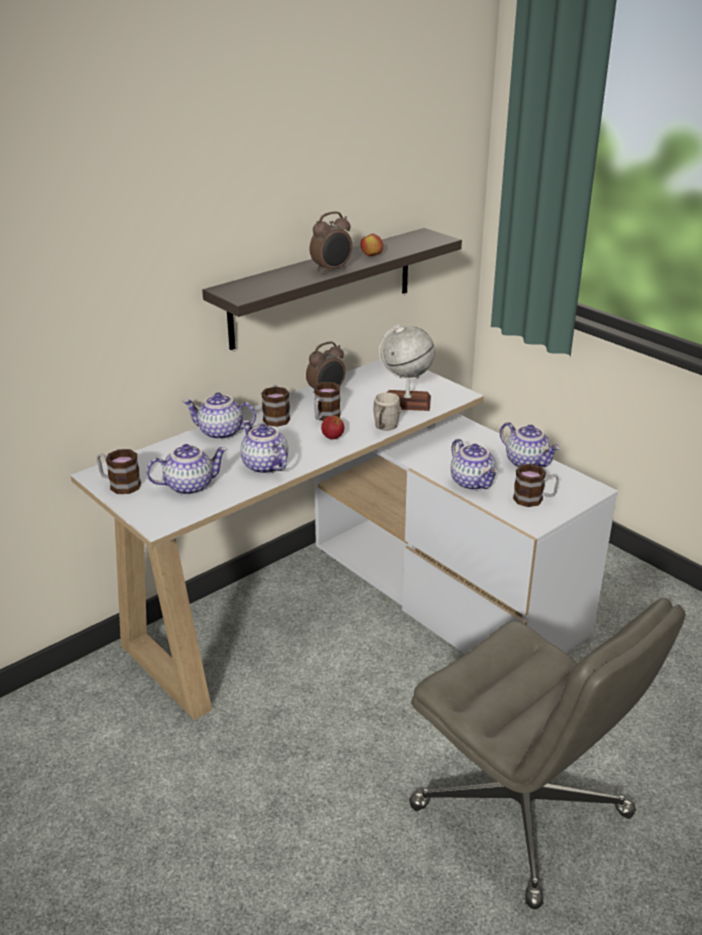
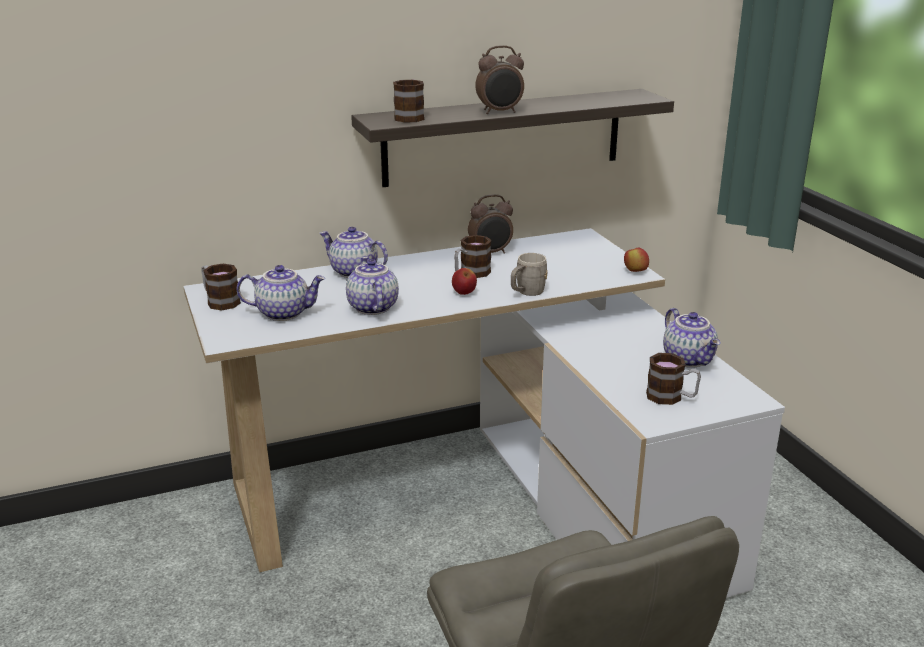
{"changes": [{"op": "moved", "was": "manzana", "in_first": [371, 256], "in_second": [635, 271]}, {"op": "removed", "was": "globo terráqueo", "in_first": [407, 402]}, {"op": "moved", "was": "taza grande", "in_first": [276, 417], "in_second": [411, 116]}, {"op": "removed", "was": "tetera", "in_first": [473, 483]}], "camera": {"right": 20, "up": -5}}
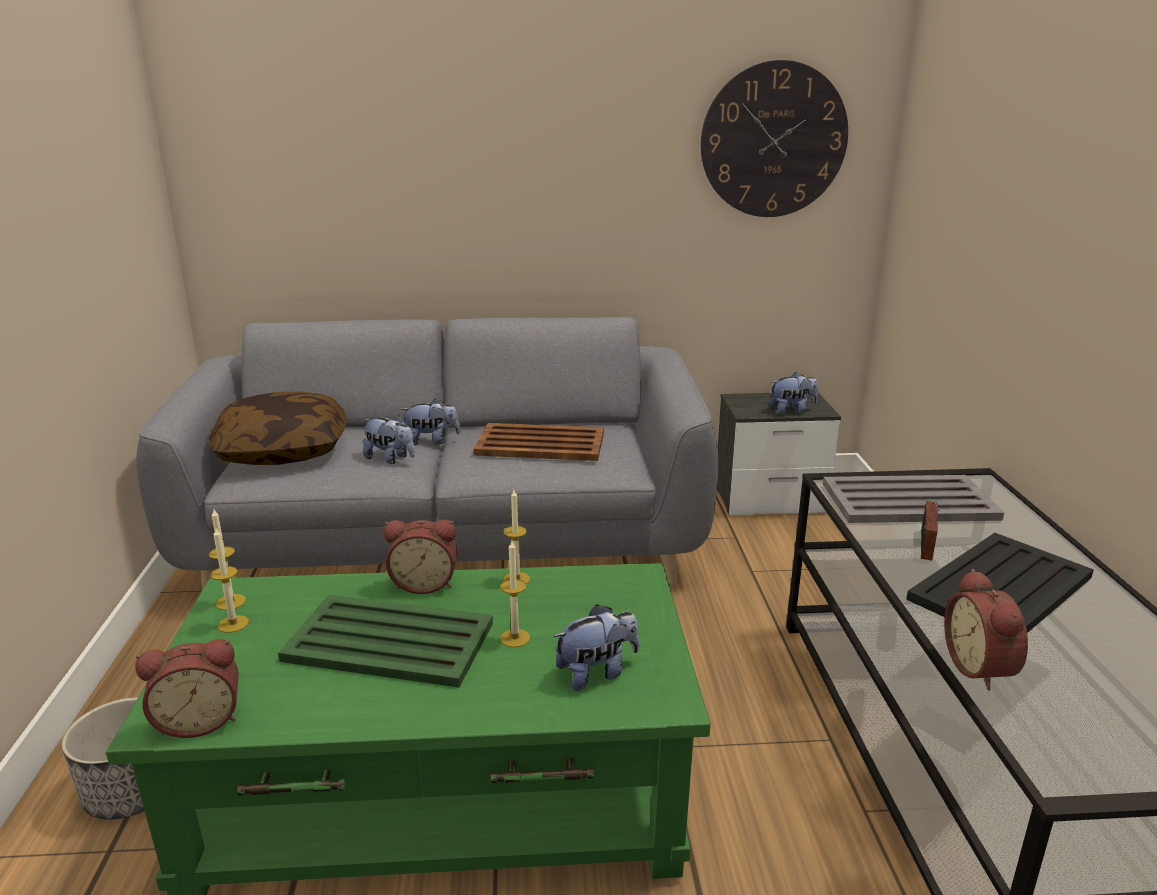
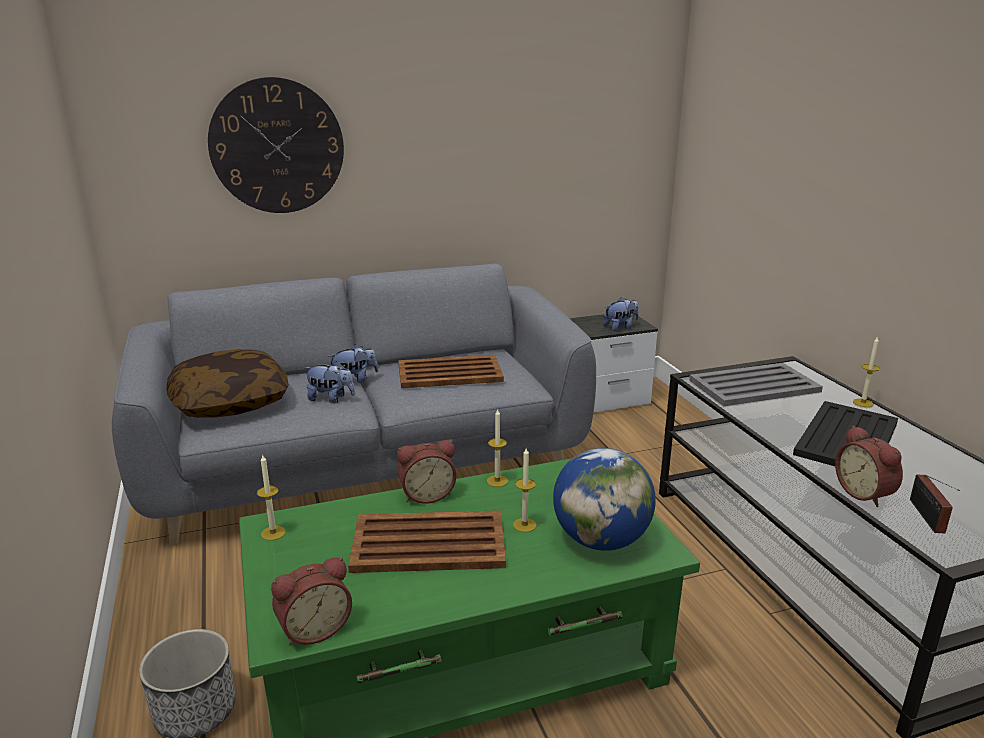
{"changes": [{"op": "moved", "was": "reloj de pared", "in_first": [773, 140], "in_second": [277, 146]}, {"op": "moved", "was": "radio", "in_first": [925, 546], "in_second": [927, 518]}, {"op": "moved", "was": "vela", "in_first": [233, 624], "in_second": [863, 403]}, {"op": "recoloured", "was": "bandeja (verde)", "now": "bandeja (marrón)", "in_first": [388, 641], "in_second": [427, 543]}, {"op": "replaced", "was": "peluche", "now": "globo terráqueo", "in_first": [597, 672], "in_second": [600, 540]}], "camera": {"right": -15, "up": 0}}
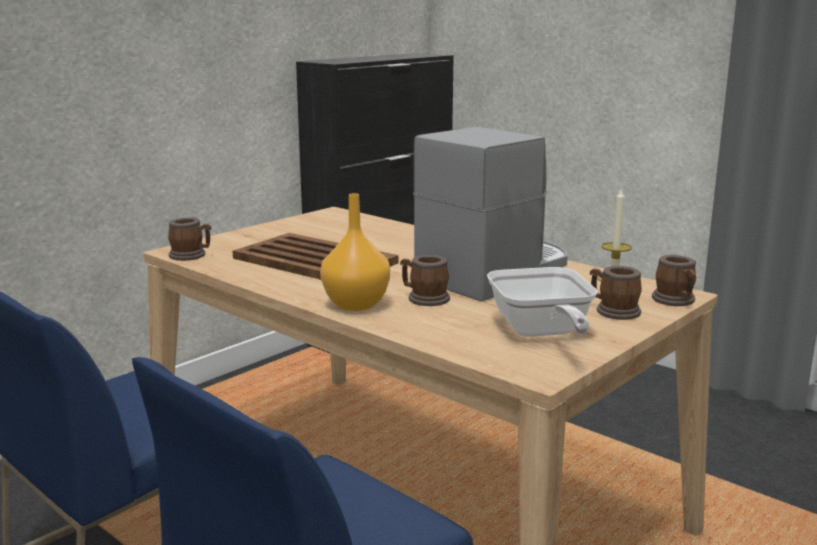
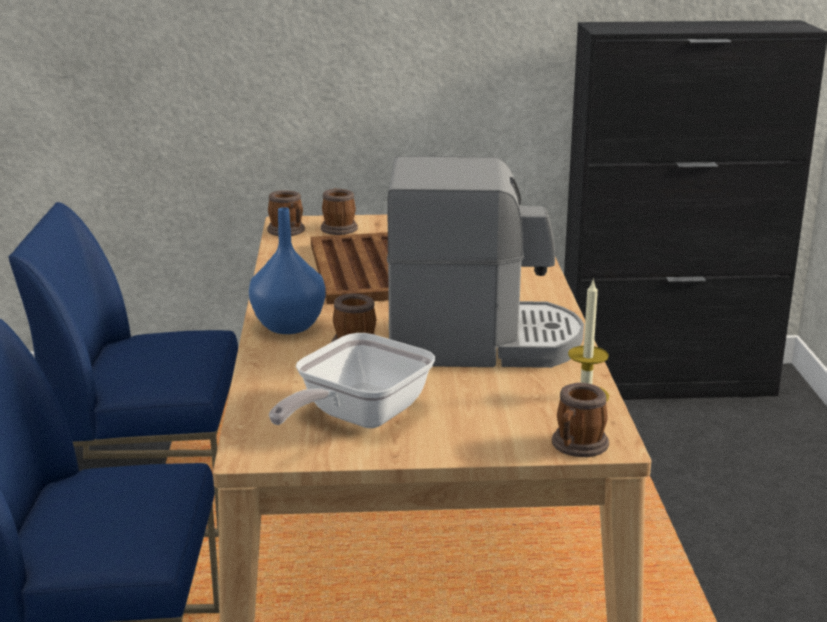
{"changes": [{"op": "recoloured", "was": "florero (naranja)", "now": "florero (azul)", "in_first": [354, 304], "in_second": [287, 326]}, {"op": "moved", "was": "taza grande", "in_first": [613, 311], "in_second": [338, 227]}], "camera": {"right": 45, "up": 5}}
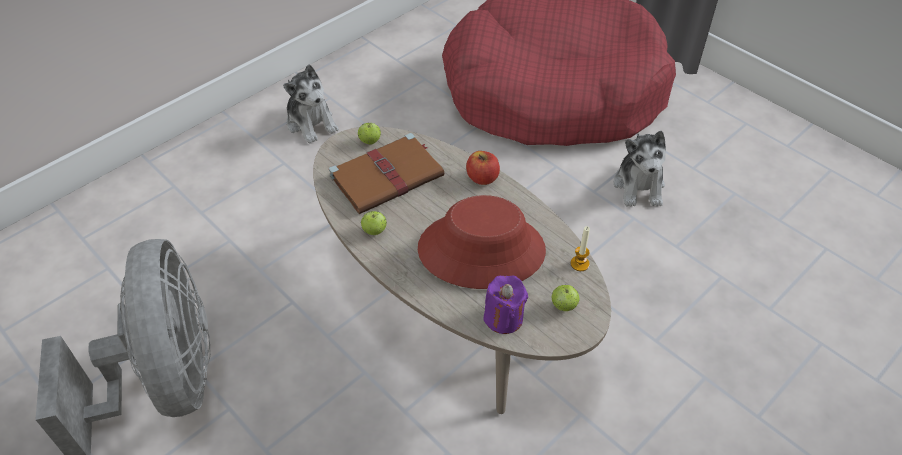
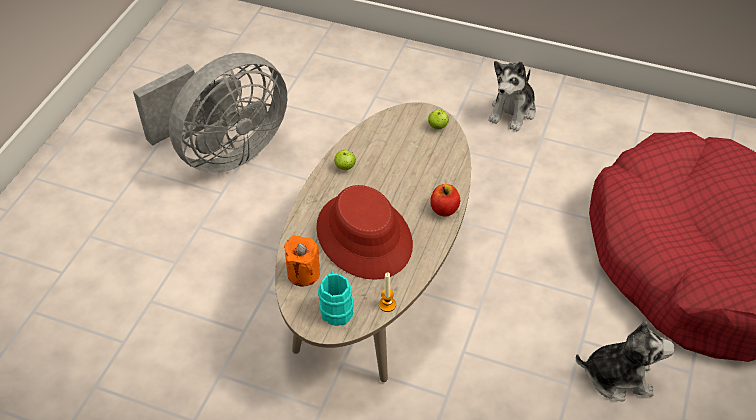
{"changes": [{"op": "turned", "was": "peluche", "in_first": [639, 186], "in_second": [618, 376], "clockwise": -150}, {"op": "removed", "was": "libro (marrón)", "in_first": [388, 176]}, {"op": "recoloured", "was": "vela (morado)", "now": "vela (naranja)", "in_first": [503, 318], "in_second": [303, 273]}, {"op": "replaced", "was": "manzana", "now": "taza grande (turquesa)", "in_first": [563, 306], "in_second": [336, 307]}], "camera": {"right": 65, "up": 0}}
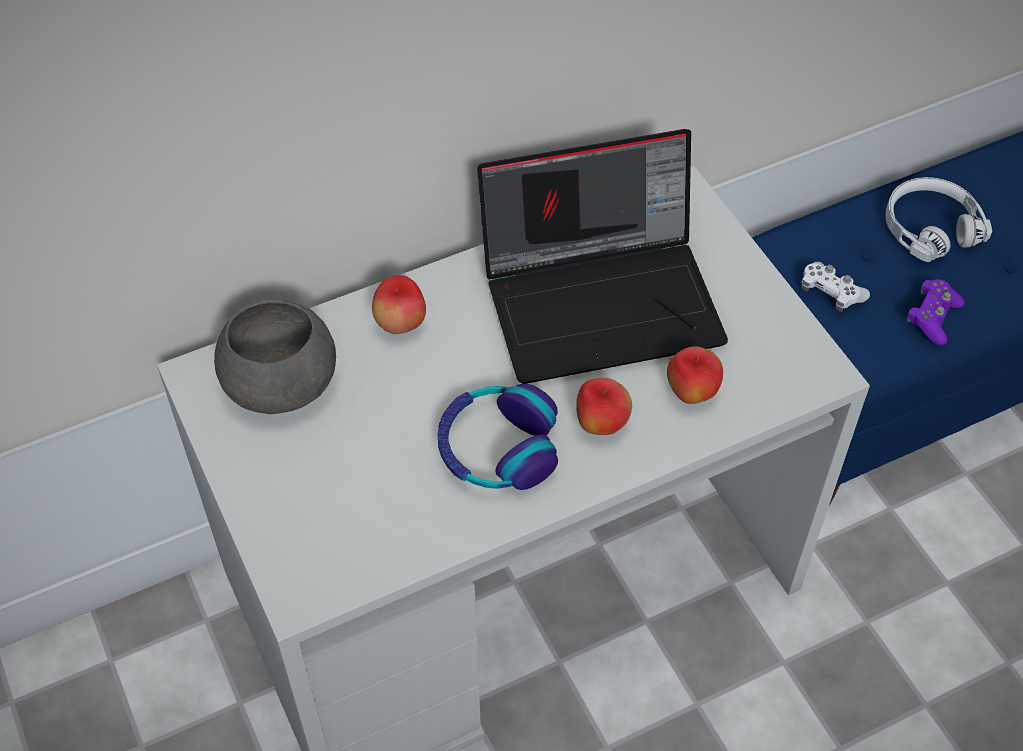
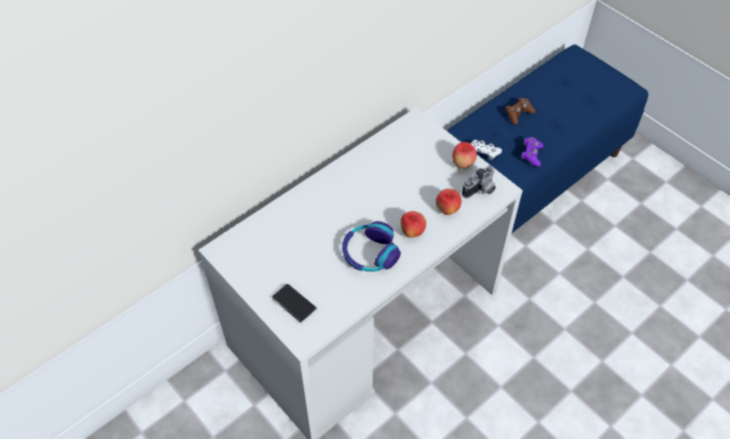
{"changes": [{"op": "removed", "was": "portátil", "in_first": [603, 299]}, {"op": "replaced", "was": "auriculares (blanco)", "now": "mando de consola (marrón)", "in_first": [929, 227], "in_second": [518, 114]}, {"op": "moved", "was": "manzana", "in_first": [400, 324], "in_second": [463, 164]}, {"op": "removed", "was": "cuenco (gris)", "in_first": [283, 382]}, {"op": "added", "now": "cámara", "in_second": [481, 191]}, {"op": "added", "now": "móvil", "in_second": [294, 304]}], "camera": {"right": -15, "up": 0}}
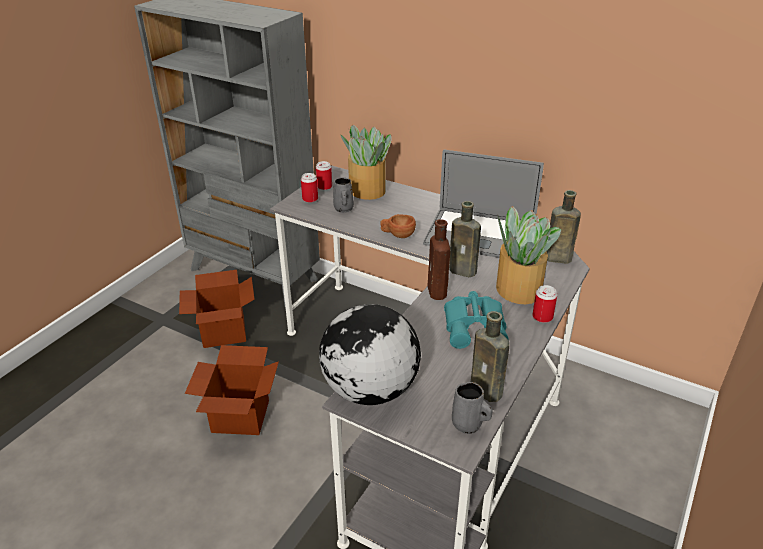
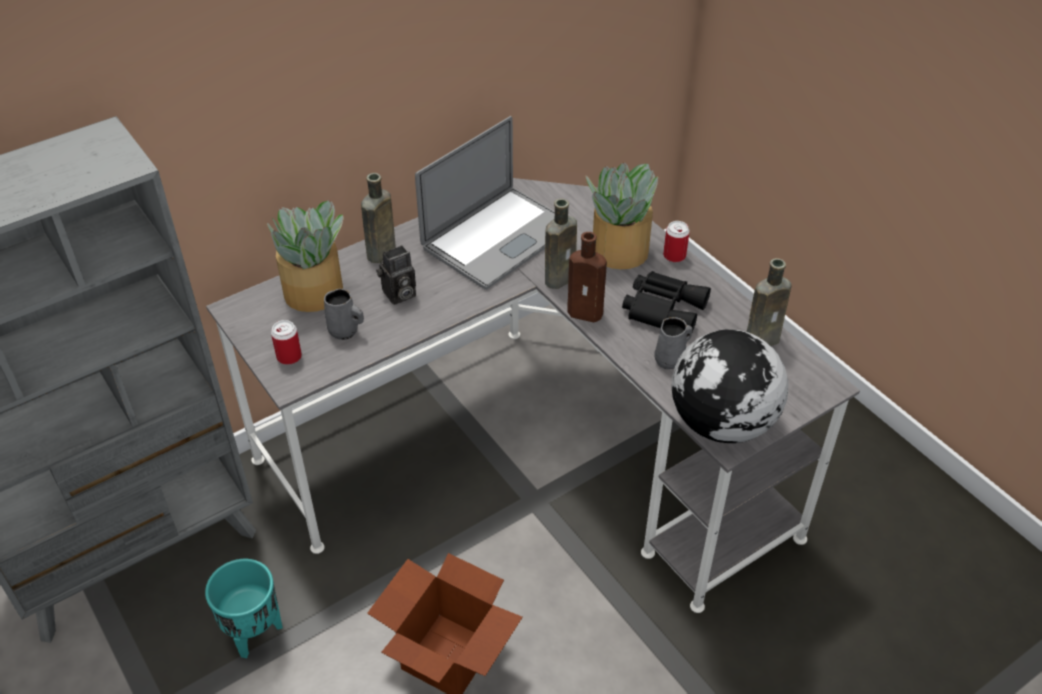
{"changes": [{"op": "removed", "was": "lata", "in_first": [324, 187]}, {"op": "moved", "was": "botella (marrón)", "in_first": [555, 258], "in_second": [380, 254]}, {"op": "removed", "was": "taza (marrón)", "in_first": [397, 235]}, {"op": "replaced", "was": "caja de cartón", "now": "maceta (turquesa)", "in_first": [224, 332], "in_second": [254, 632]}, {"op": "recoloured", "was": "prismáticos (turquesa)", "now": "prismáticos (negro)", "in_first": [476, 326], "in_second": [663, 308]}, {"op": "moved", "was": "taza grande (gris)", "in_first": [468, 425], "in_second": [670, 359]}, {"op": "added", "now": "cámara", "in_second": [398, 295]}], "camera": {"right": -65, "up": 10}}
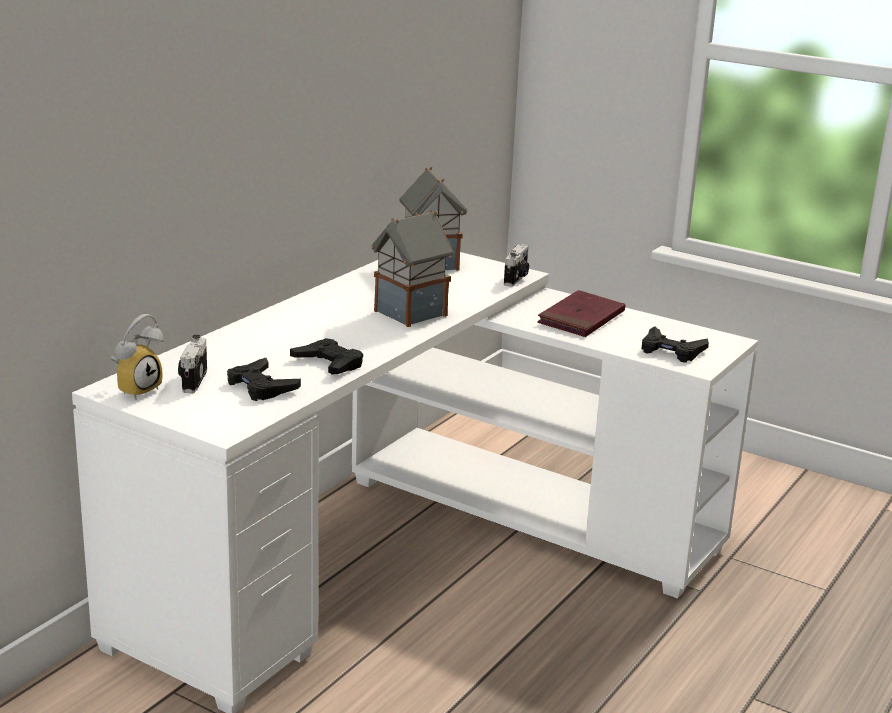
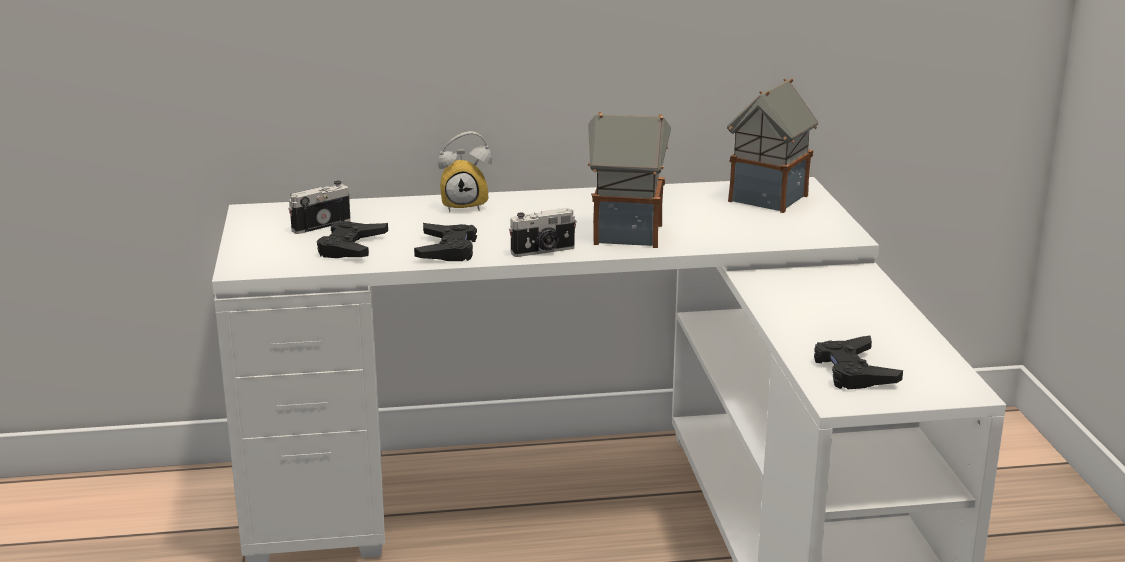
{"changes": [{"op": "moved", "was": "cámara", "in_first": [516, 279], "in_second": [543, 251]}, {"op": "removed", "was": "libro (rojo)", "in_first": [581, 318]}, {"op": "moved", "was": "despertador", "in_first": [136, 389], "in_second": [466, 205]}], "camera": {"right": 50, "up": 0}}
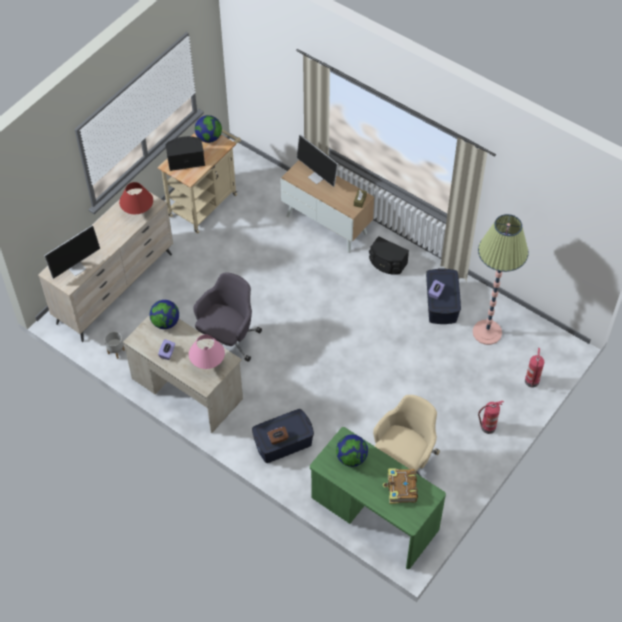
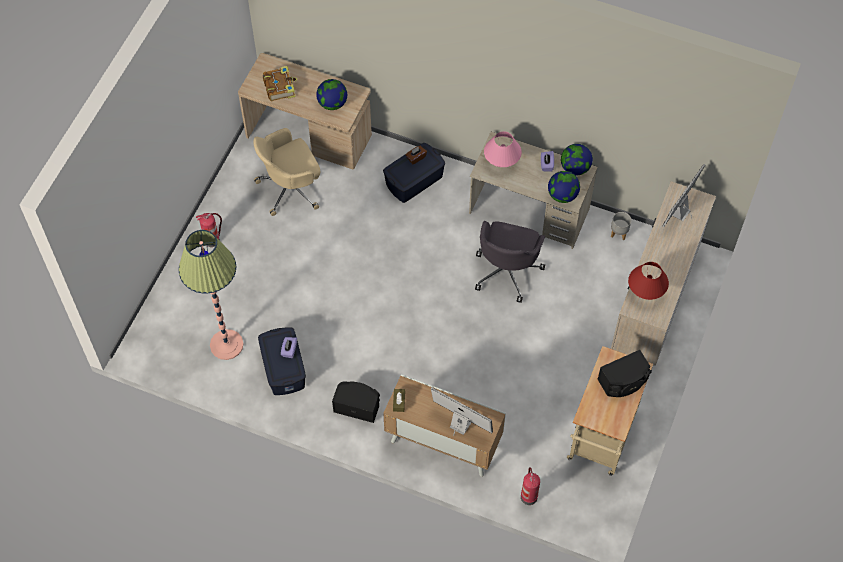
{"changes": [{"op": "moved", "was": "globo terráqueo", "in_first": [209, 138], "in_second": [575, 168]}, {"op": "moved", "was": "extintor", "in_first": [532, 382], "in_second": [528, 496]}, {"op": "turned", "was": "silla de oficina (beis)", "in_first": [403, 462], "in_second": [291, 188], "clockwise": 45}, {"op": "recoloured", "was": "escritorio (verde)", "now": "escritorio (beis)", "in_first": [374, 515], "in_second": [309, 135]}], "camera": {"right": 165, "up": 5}}
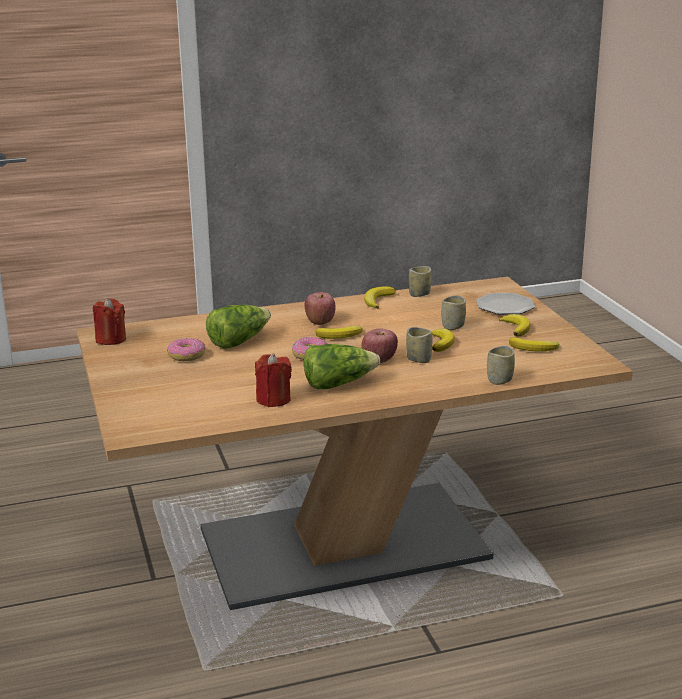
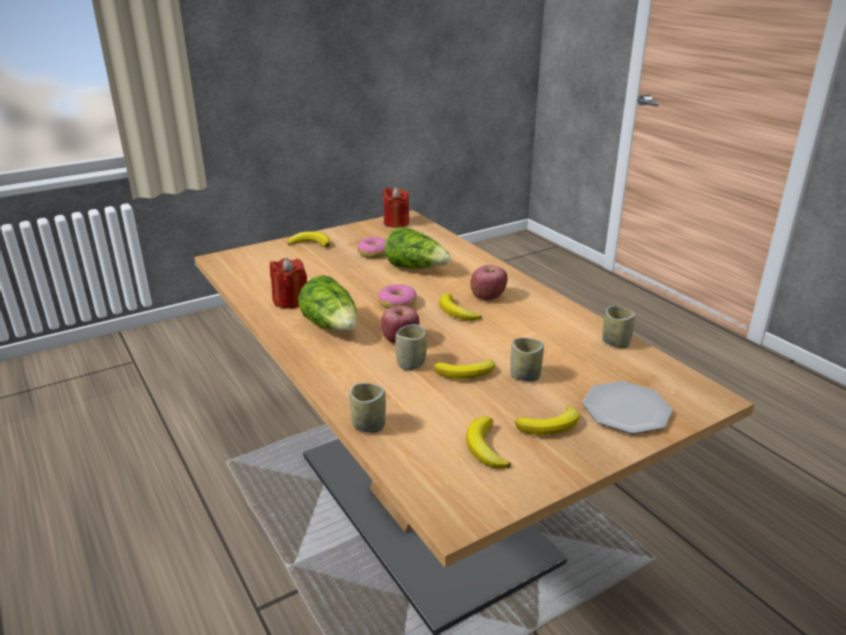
{"changes": [{"op": "moved", "was": "plátano", "in_first": [377, 300], "in_second": [310, 243]}], "camera": {"right": 75, "up": 5}}
